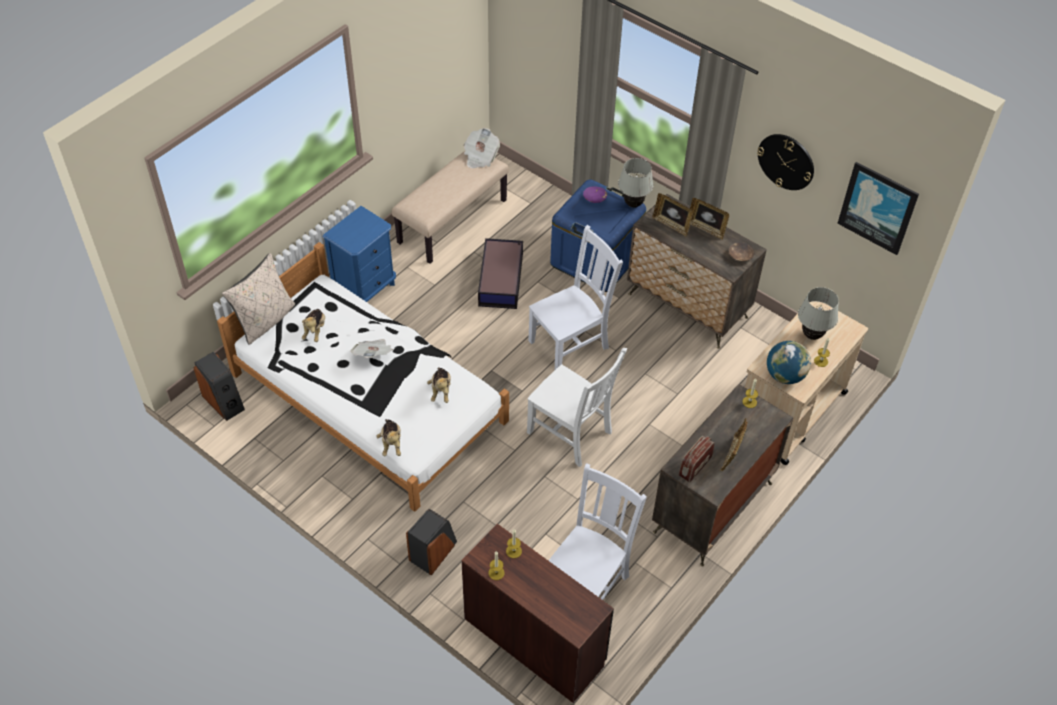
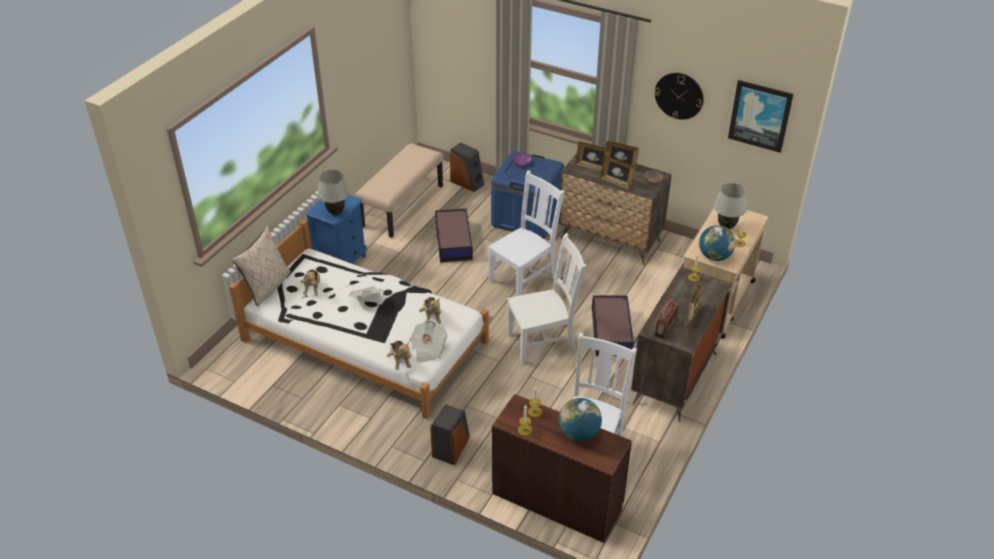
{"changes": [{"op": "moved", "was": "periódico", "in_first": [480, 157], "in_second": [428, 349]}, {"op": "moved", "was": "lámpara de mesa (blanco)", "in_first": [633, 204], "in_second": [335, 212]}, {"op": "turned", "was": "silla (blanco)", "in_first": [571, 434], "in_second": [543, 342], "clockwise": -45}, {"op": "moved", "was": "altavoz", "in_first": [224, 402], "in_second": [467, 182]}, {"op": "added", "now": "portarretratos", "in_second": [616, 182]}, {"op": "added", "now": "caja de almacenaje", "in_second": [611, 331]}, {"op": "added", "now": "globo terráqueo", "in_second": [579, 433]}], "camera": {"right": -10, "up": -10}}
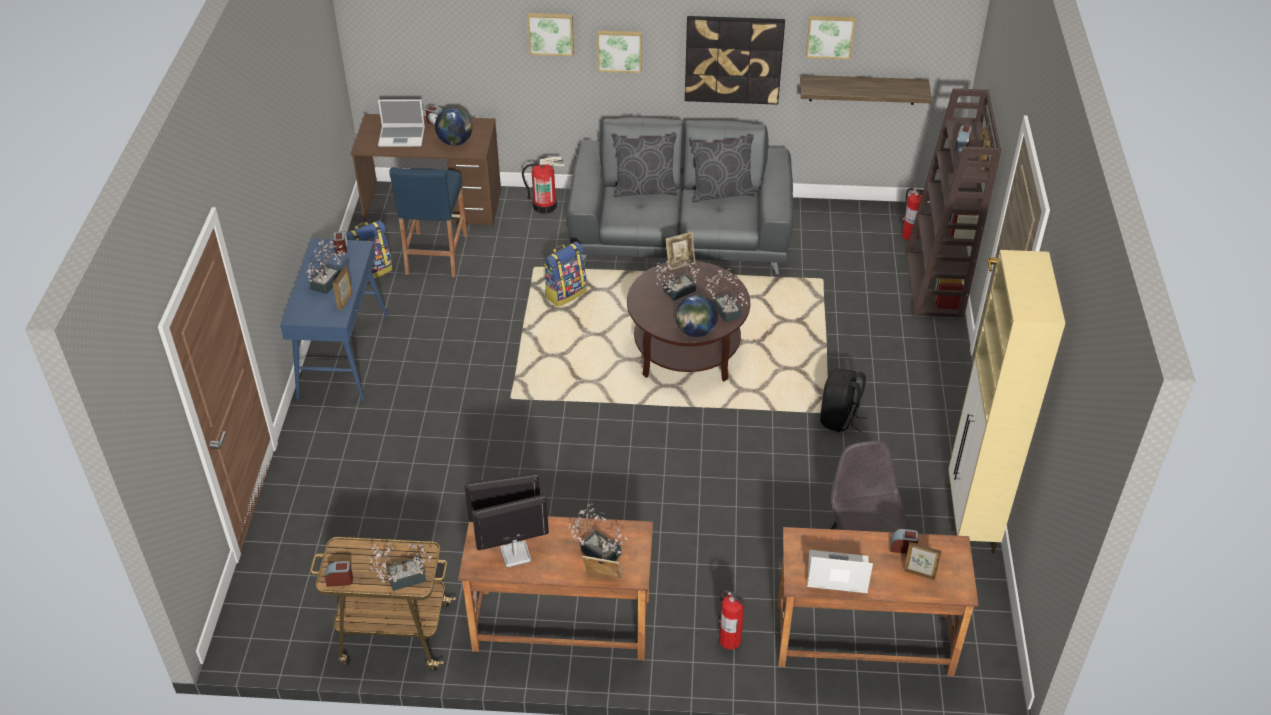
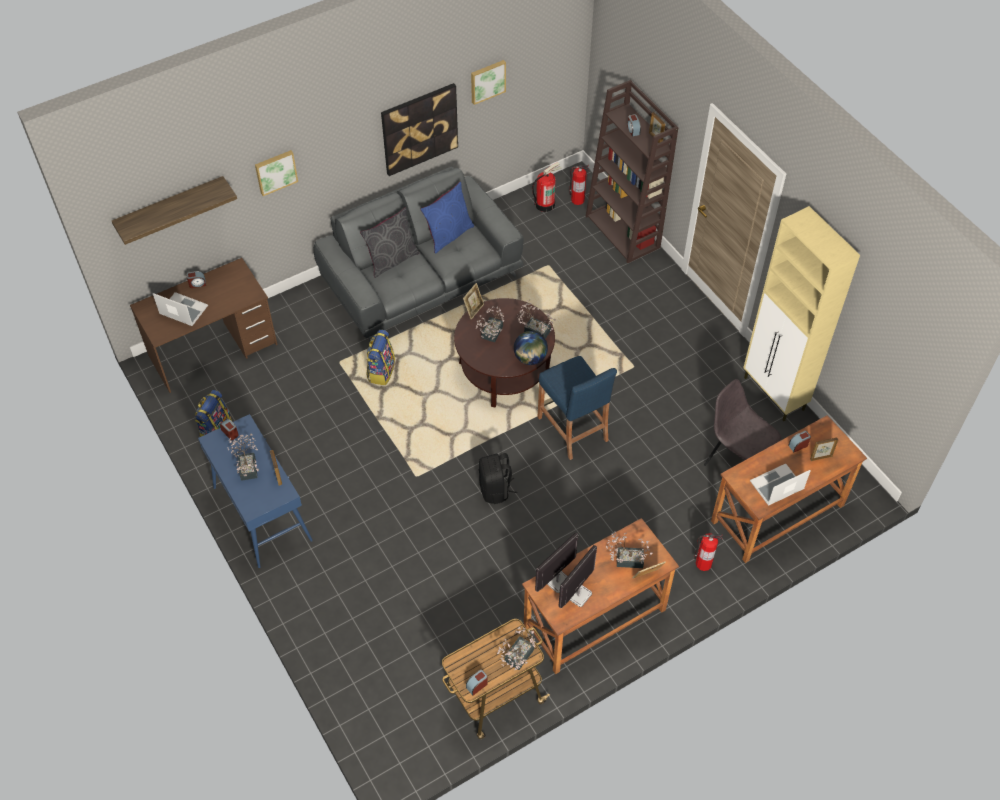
{"changes": [{"op": "removed", "was": "cuadro", "in_first": [619, 50]}, {"op": "moved", "was": "estante", "in_first": [862, 89], "in_second": [170, 207]}, {"op": "turned", "was": "portátil", "in_first": [402, 137], "in_second": [182, 310], "clockwise": -120}, {"op": "removed", "was": "globo terráqueo", "in_first": [455, 142]}, {"op": "recoloured", "was": "cojín (gris)", "now": "cojín (azul)", "in_first": [721, 192], "in_second": [448, 235]}, {"op": "moved", "was": "extintor", "in_first": [545, 205], "in_second": [545, 204]}, {"op": "moved", "was": "taburete (azul)", "in_first": [436, 254], "in_second": [572, 429]}, {"op": "moved", "was": "mochila (negro)", "in_first": [839, 419], "in_second": [495, 490]}], "camera": {"right": -35, "up": 10}}
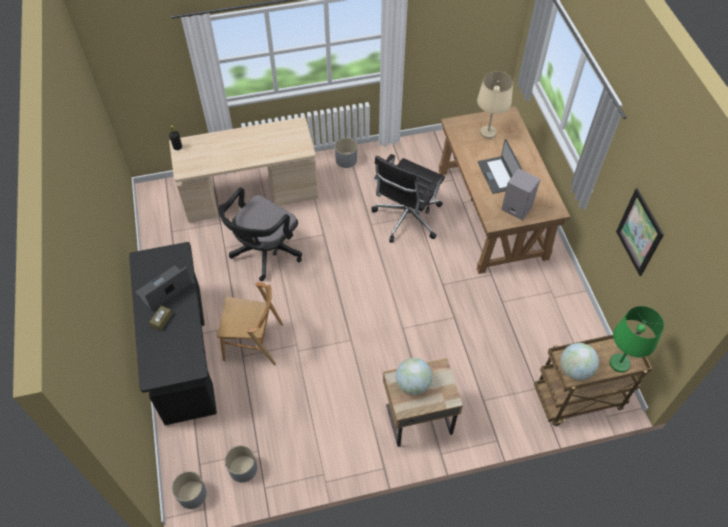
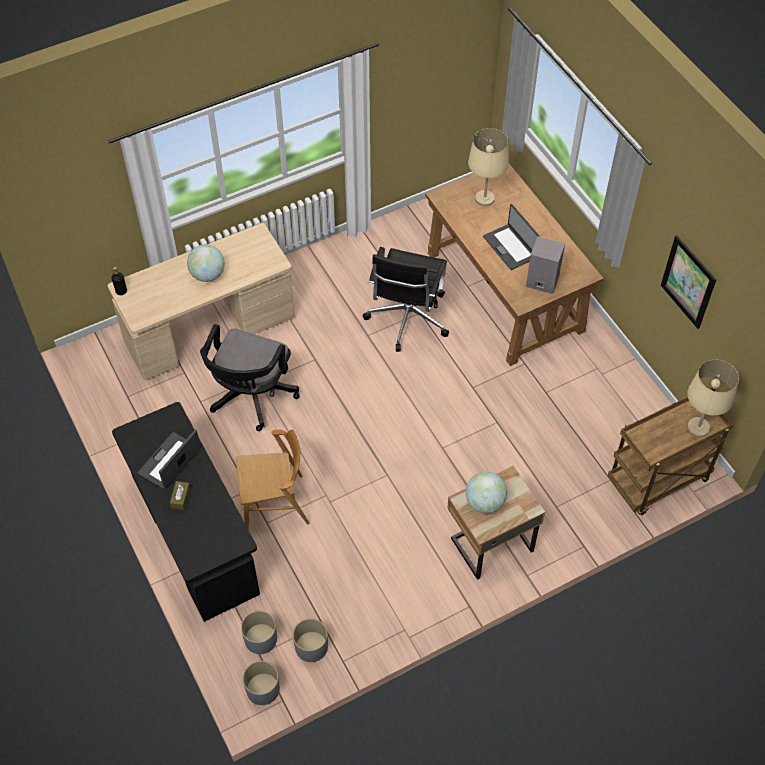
{"changes": [{"op": "moved", "was": "maceta (gris)", "in_first": [346, 160], "in_second": [260, 639]}, {"op": "recoloured", "was": "lámpara de mesa (verde)", "now": "lámpara de mesa (beis)", "in_first": [619, 363], "in_second": [698, 427]}, {"op": "moved", "was": "globo terráqueo", "in_first": [575, 369], "in_second": [208, 275]}], "camera": {"right": -15, "up": 0}}
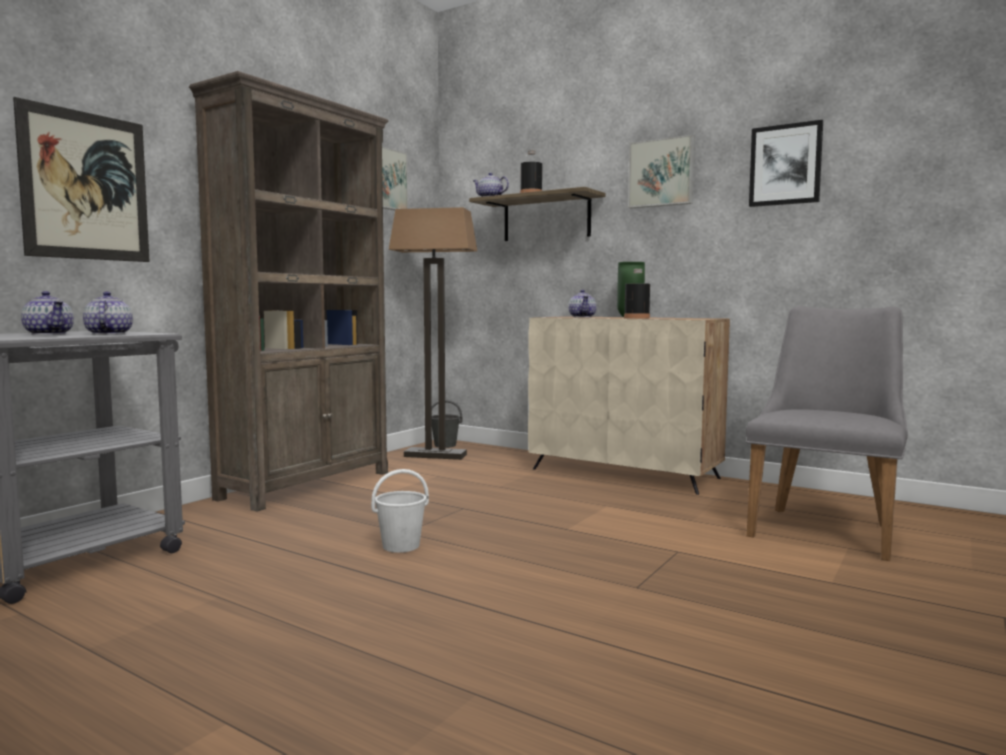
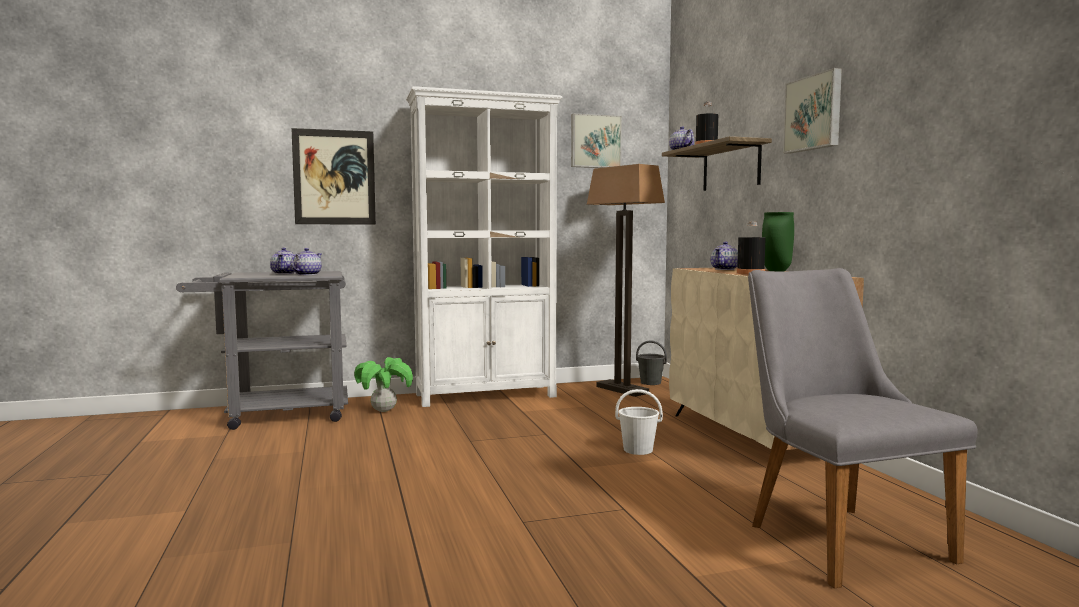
{"changes": [{"op": "recoloured", "was": "estantería (marrón)", "now": "estantería (blanco)", "in_first": [307, 485], "in_second": [486, 395]}, {"op": "removed", "was": "cuadro", "in_first": [785, 165]}, {"op": "turned", "was": "silla (gris)", "in_first": [826, 527], "in_second": [834, 535], "clockwise": -90}, {"op": "moved", "was": "cubo (blanco)", "in_first": [401, 546], "in_second": [638, 450]}, {"op": "added", "now": "planta en maceta", "in_second": [383, 410]}], "camera": {"right": 40, "up": 0}}
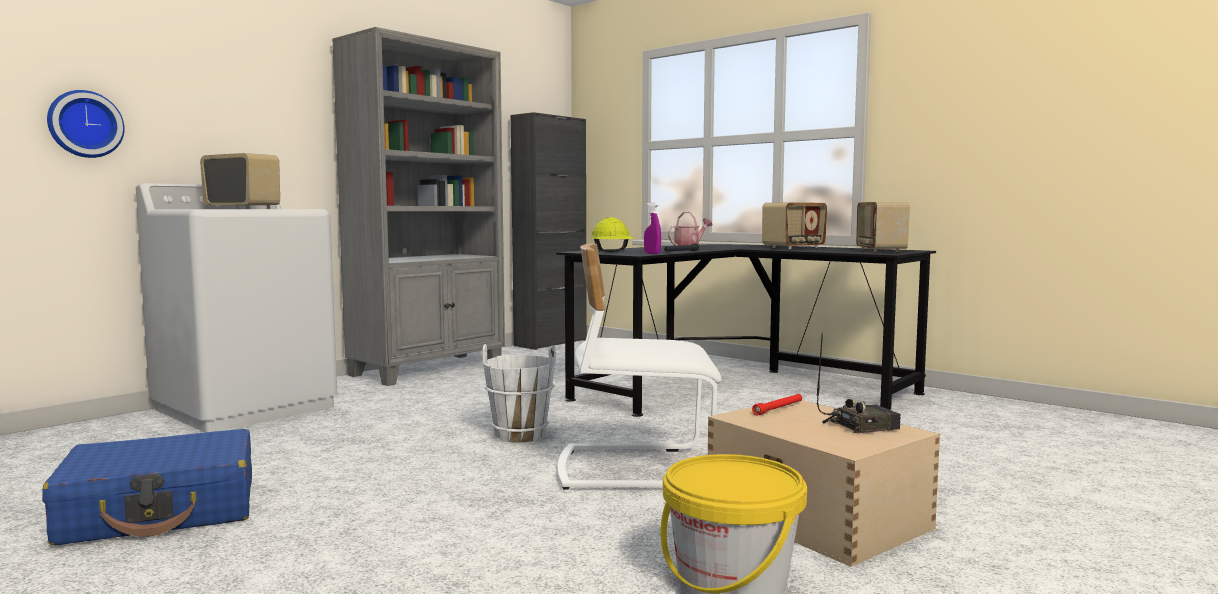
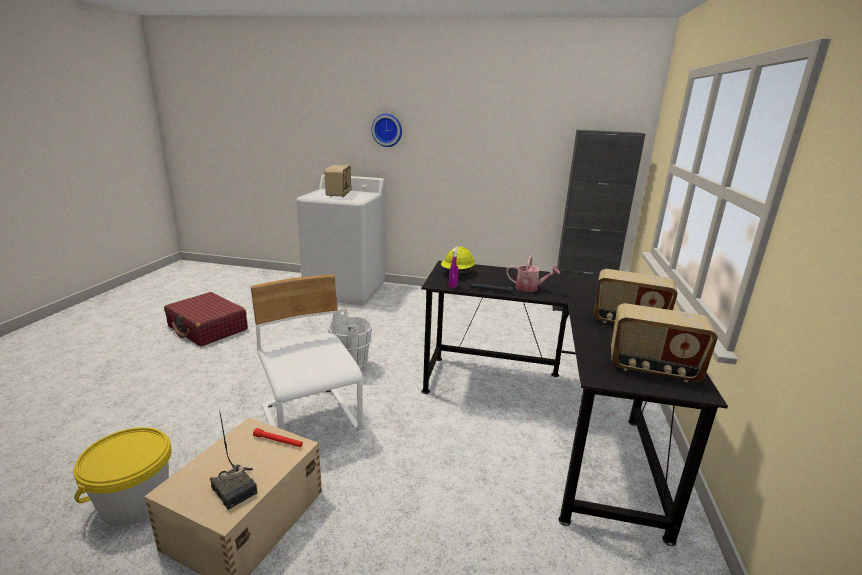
{"changes": [{"op": "removed", "was": "estantería (gris)", "in_first": [429, 369]}, {"op": "moved", "was": "reloj de pared", "in_first": [84, 124], "in_second": [387, 130]}, {"op": "turned", "was": "radio", "in_first": [879, 250], "in_second": [653, 369], "clockwise": -135}, {"op": "recoloured", "was": "maleta (azul)", "now": "maleta (rojo)", "in_first": [162, 511], "in_second": [208, 328]}], "camera": {"right": 60, "up": 15}}
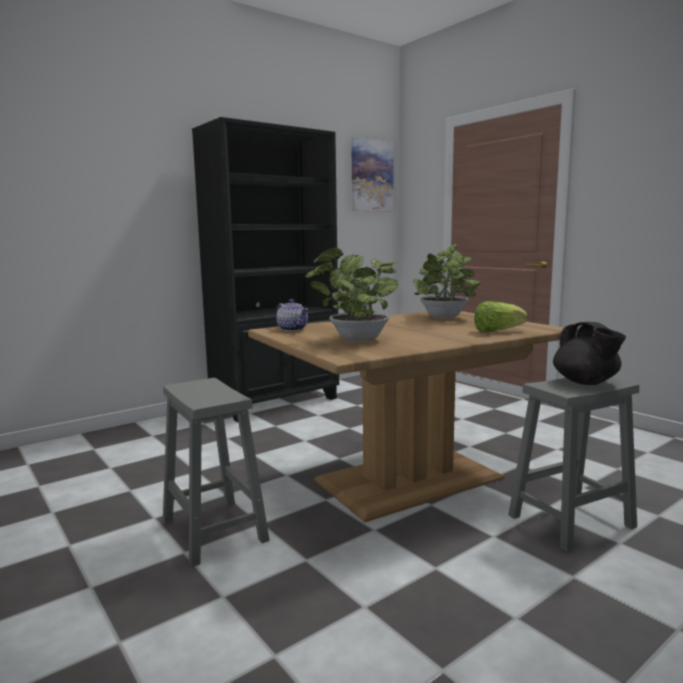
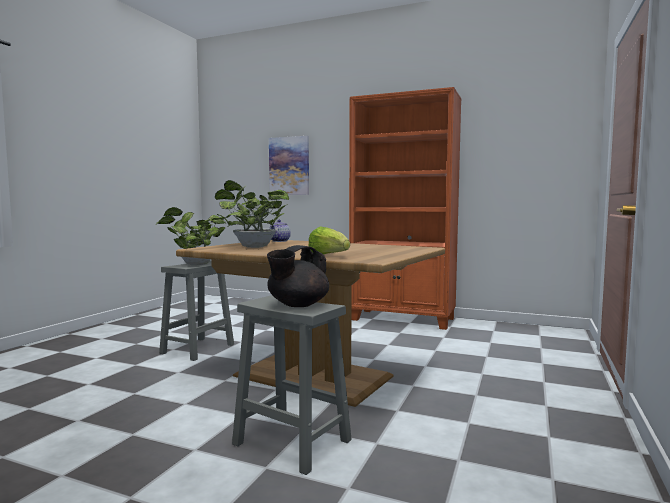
{"changes": [{"op": "recoloured", "was": "estantería (negro)", "now": "estantería (naranja)", "in_first": [277, 403], "in_second": [403, 319]}, {"op": "moved", "was": "cuadro", "in_first": [371, 176], "in_second": [289, 166]}, {"op": "moved", "was": "planta en maceta", "in_first": [445, 317], "in_second": [194, 264]}], "camera": {"right": 60, "up": -5}}
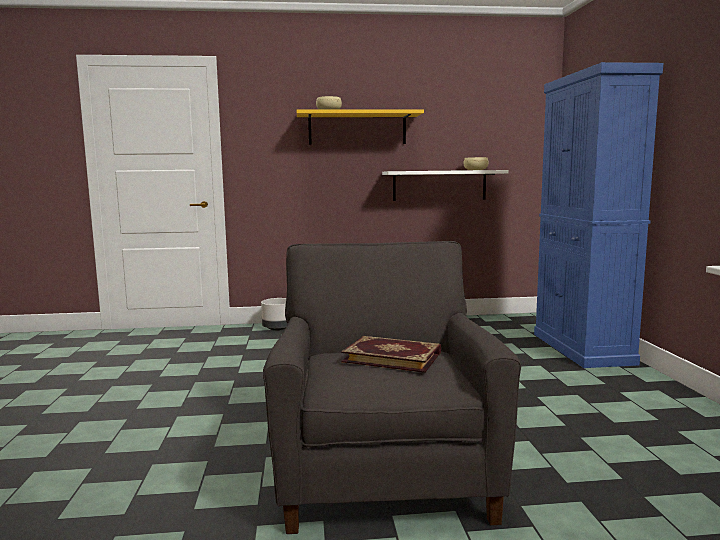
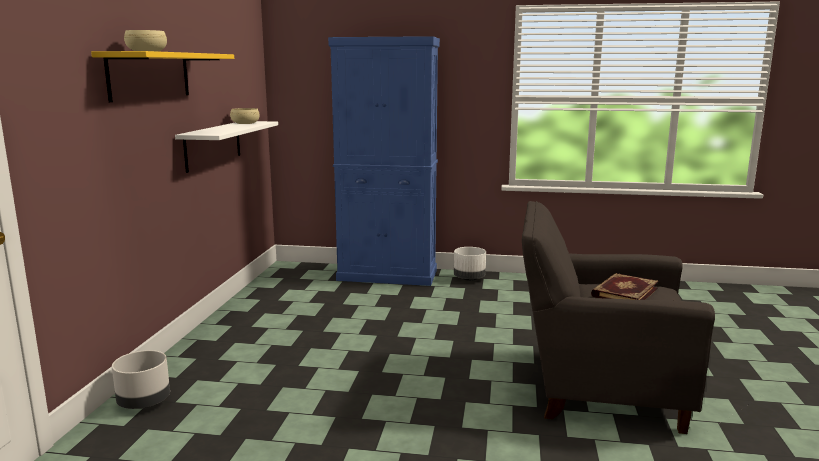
{"changes": [{"op": "added", "now": "maceta (blanco)", "in_second": [469, 278]}], "camera": {"right": -75, "up": 5}}
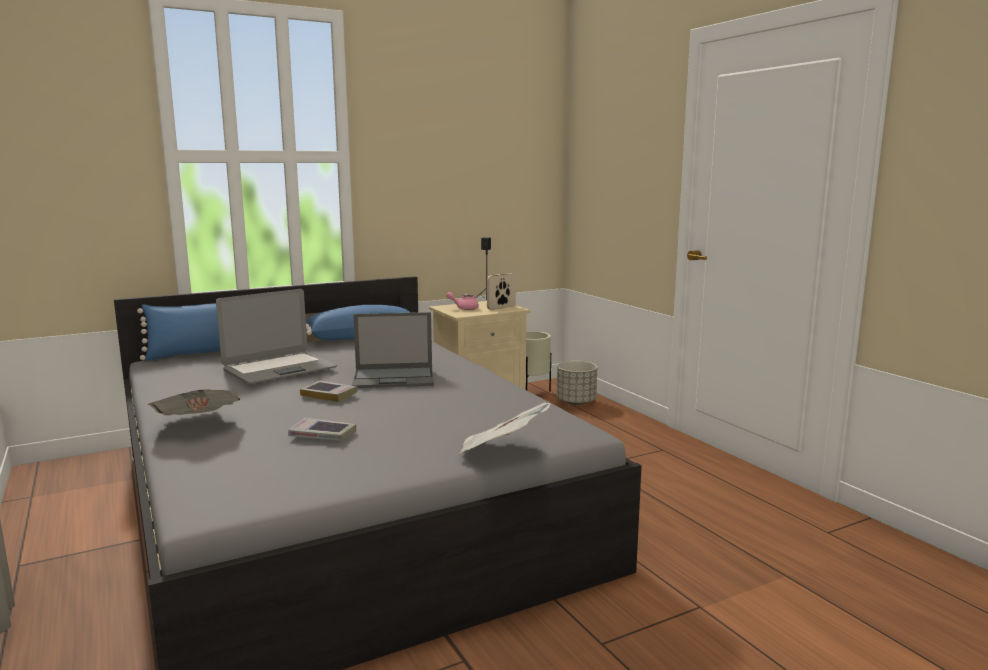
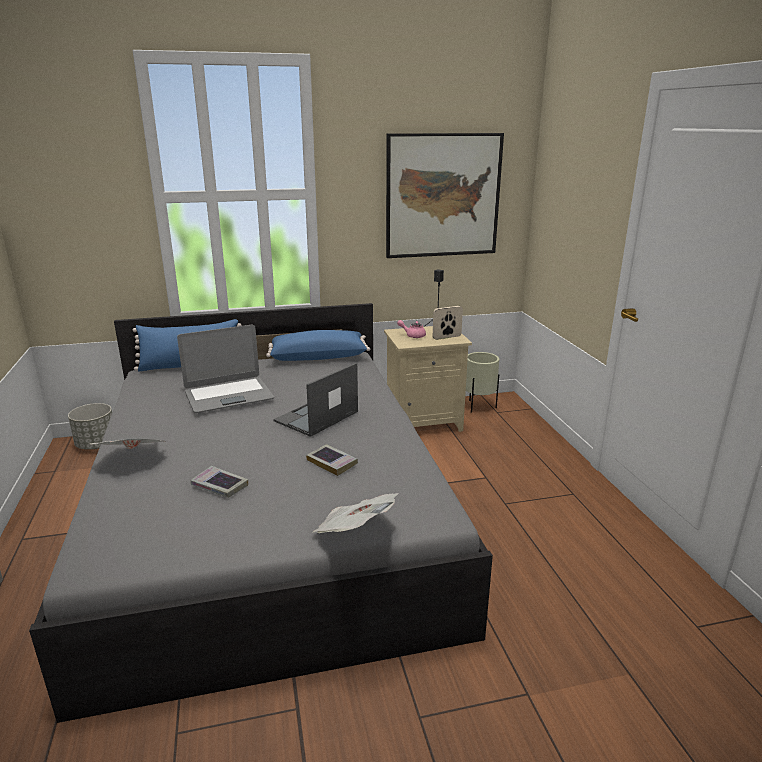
{"changes": [{"op": "turned", "was": "portátil", "in_first": [394, 378], "in_second": [316, 417], "clockwise": 120}, {"op": "moved", "was": "maceta (gris)", "in_first": [576, 402], "in_second": [97, 444]}, {"op": "moved", "was": "libro", "in_first": [329, 395], "in_second": [332, 463]}, {"op": "added", "now": "cuadro", "in_second": [442, 196]}], "camera": {"right": 15, "up": 10}}
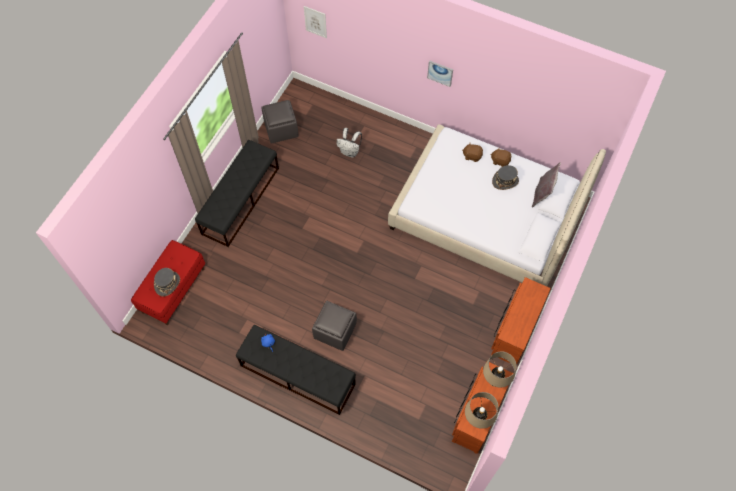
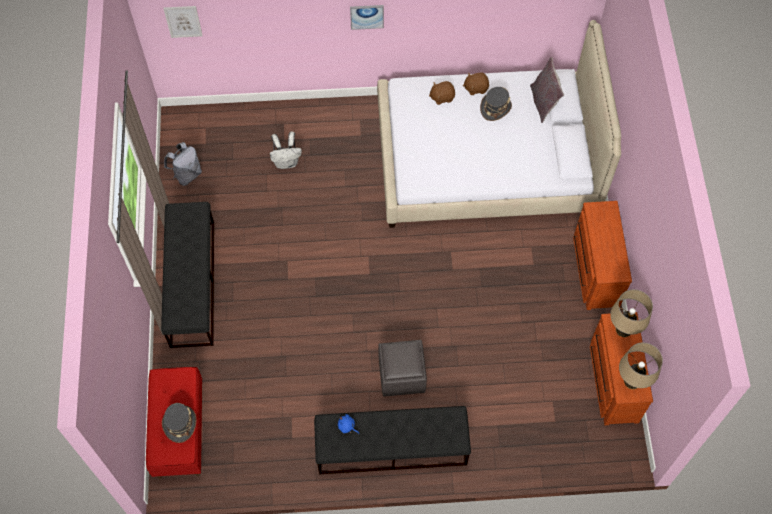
{"changes": [{"op": "replaced", "was": "puf (gris)", "now": "mochila (gris)", "in_first": [281, 129], "in_second": [187, 174]}], "camera": {"right": -30, "up": 0}}
